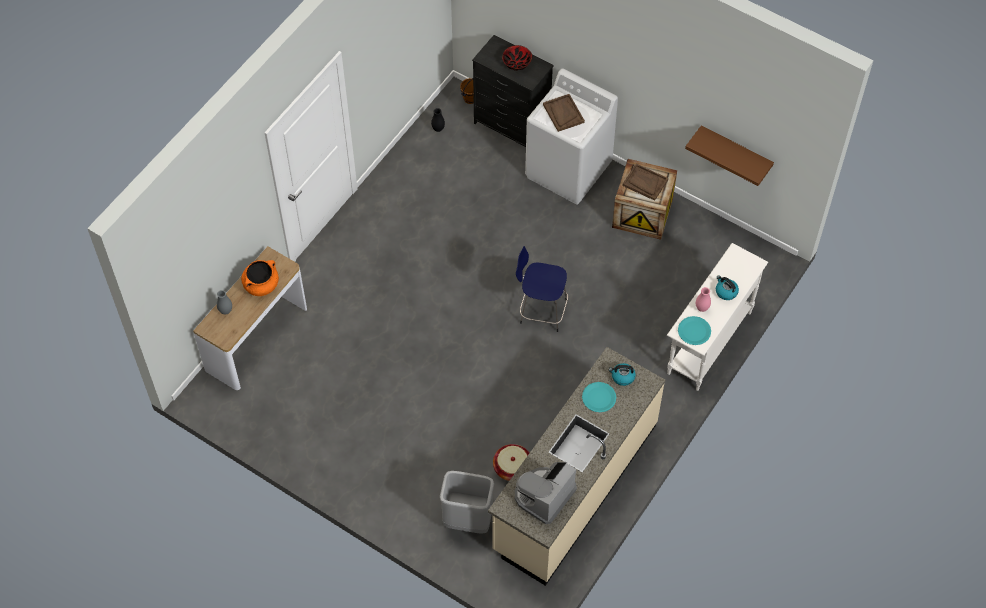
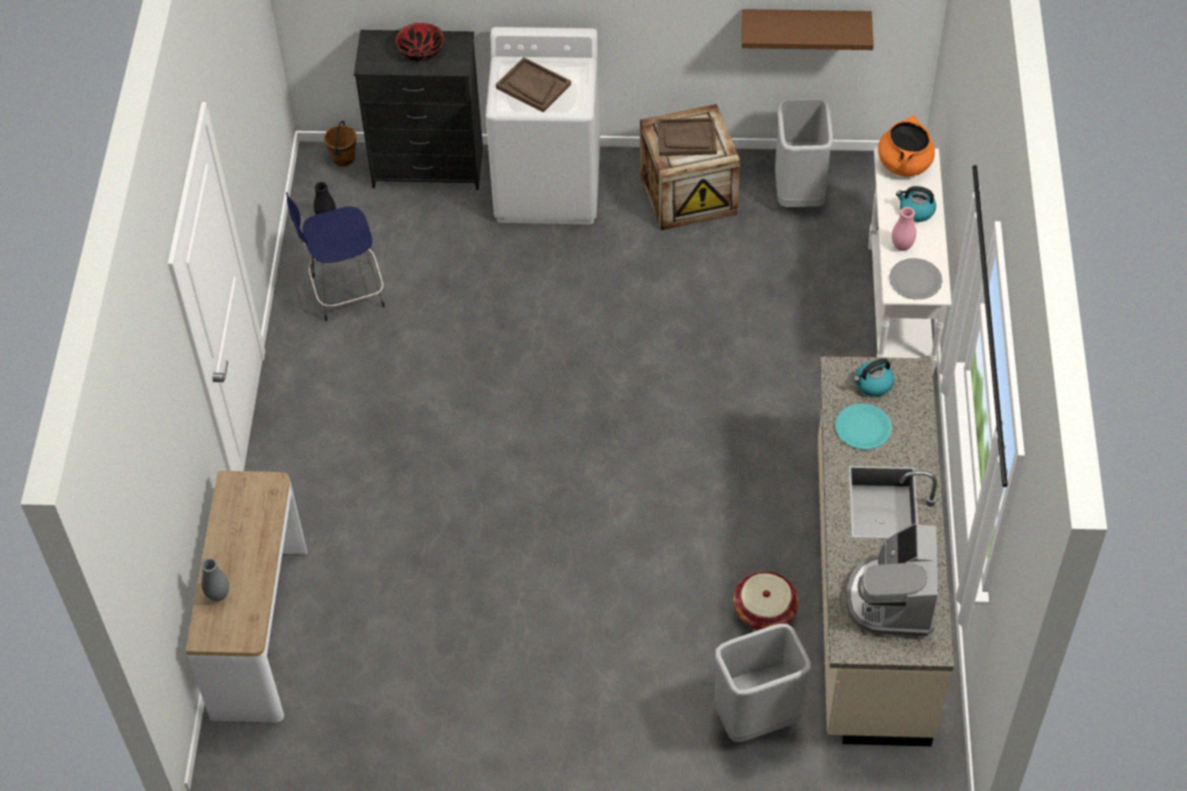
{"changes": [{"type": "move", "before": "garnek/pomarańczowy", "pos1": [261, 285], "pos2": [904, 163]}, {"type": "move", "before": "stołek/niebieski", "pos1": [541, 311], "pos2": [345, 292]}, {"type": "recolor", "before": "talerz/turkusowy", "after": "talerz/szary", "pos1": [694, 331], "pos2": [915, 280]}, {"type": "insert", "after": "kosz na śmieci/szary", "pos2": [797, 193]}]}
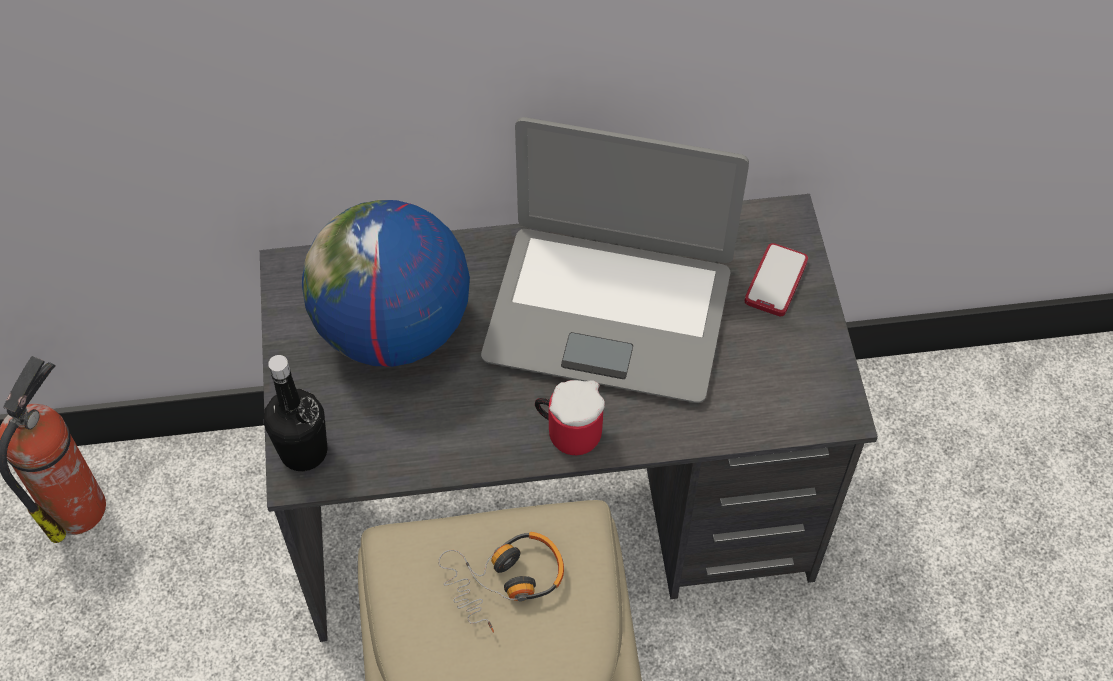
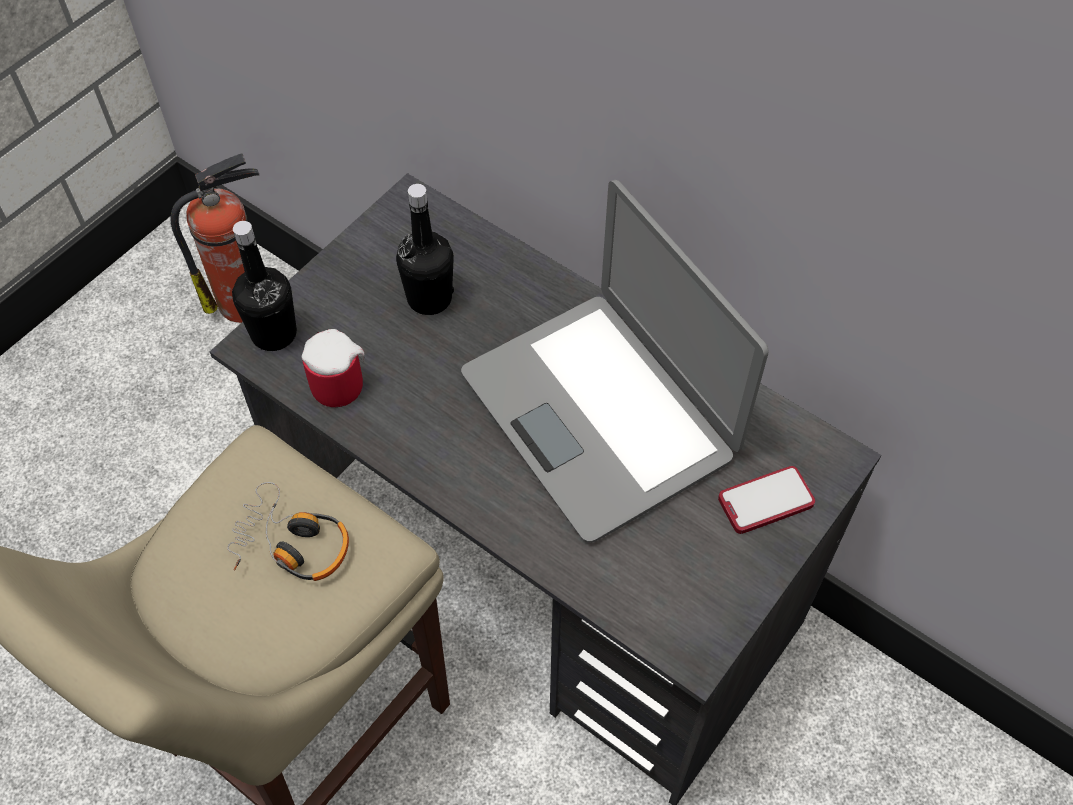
{"changes": [{"type": "replace", "before": "globus", "after": "butelka/czarny", "pos1": [393, 329], "pos2": [429, 298]}, {"type": "move", "before": "kubek", "pos1": [568, 429], "pos2": [337, 380]}]}
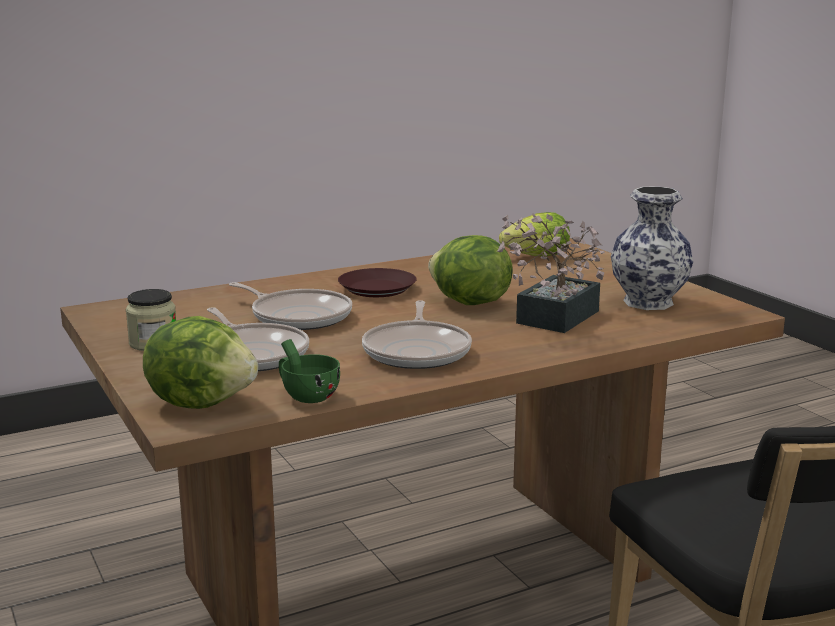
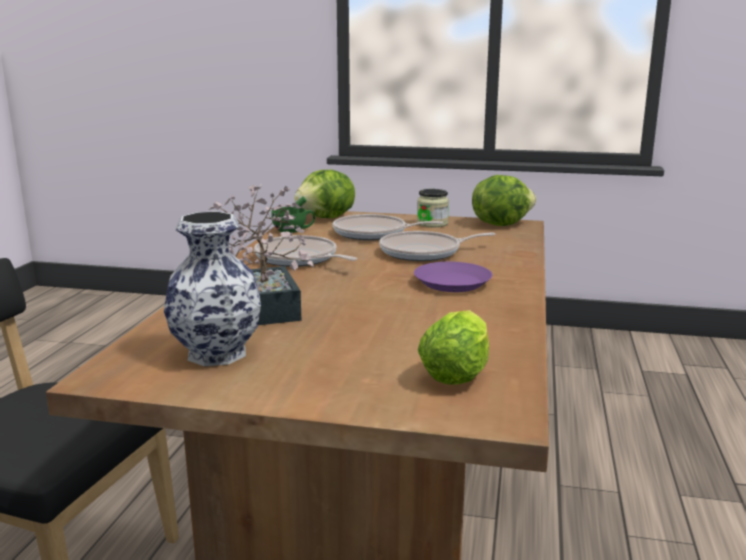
{"changes": [{"type": "recolor", "before": "talerz/brązowy", "after": "talerz/fioletowy", "pos1": [378, 289], "pos2": [451, 283]}, {"type": "move", "before": "sałata", "pos1": [469, 303], "pos2": [500, 224]}]}
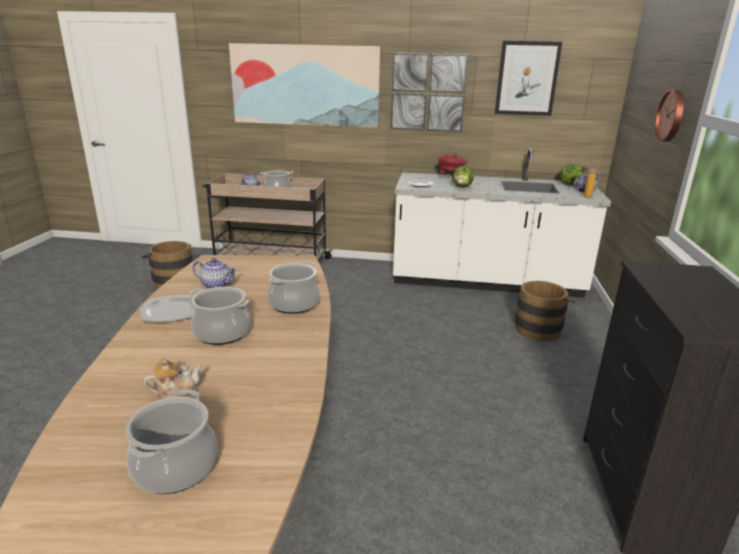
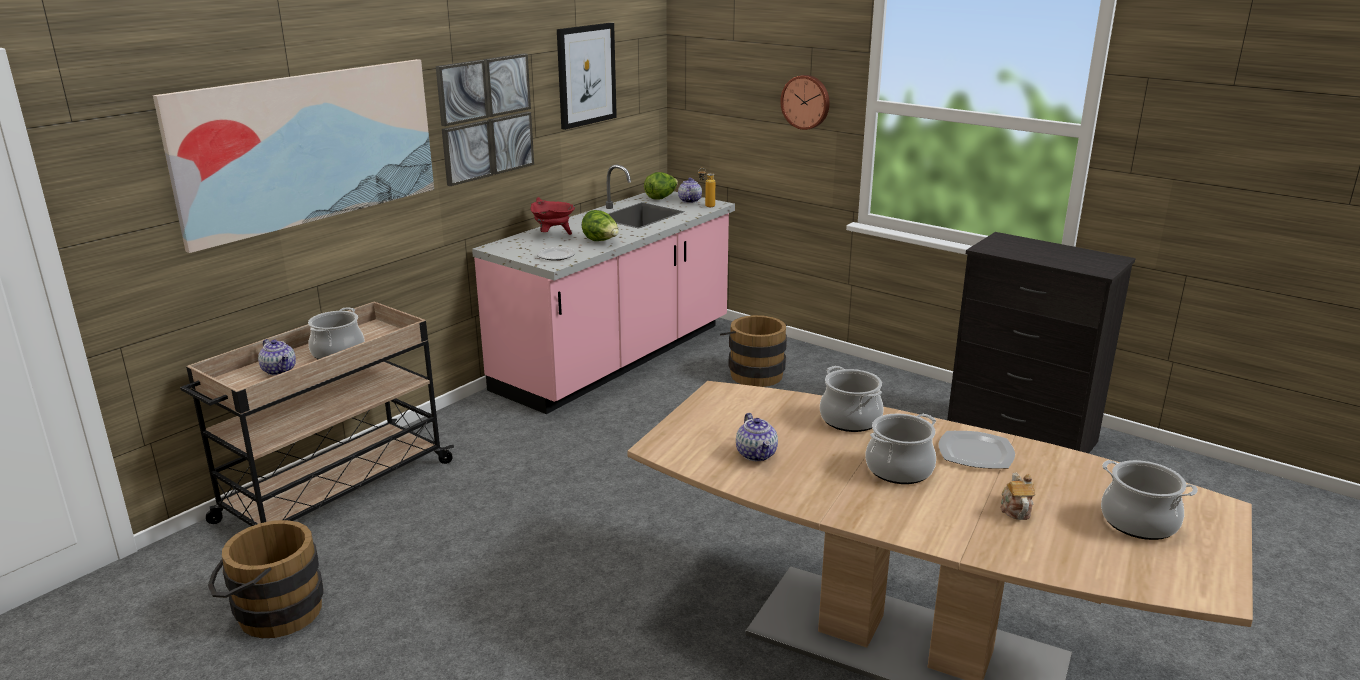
{"changes": [{"type": "move", "before": "talerz", "pos1": [172, 311], "pos2": [975, 452]}, {"type": "rotate", "before": "imbryk", "pos1": [217, 285], "pos2": [757, 454], "turn": 120}, {"type": "recolor", "before": "zabudowa kuchenna/biały", "after": "zabudowa kuchenna/różowy", "pos1": [485, 281], "pos2": [616, 358]}]}
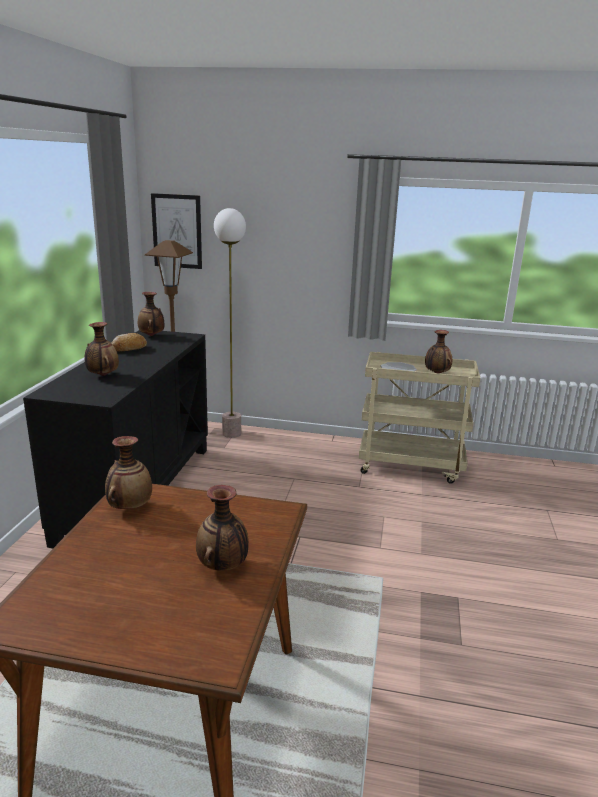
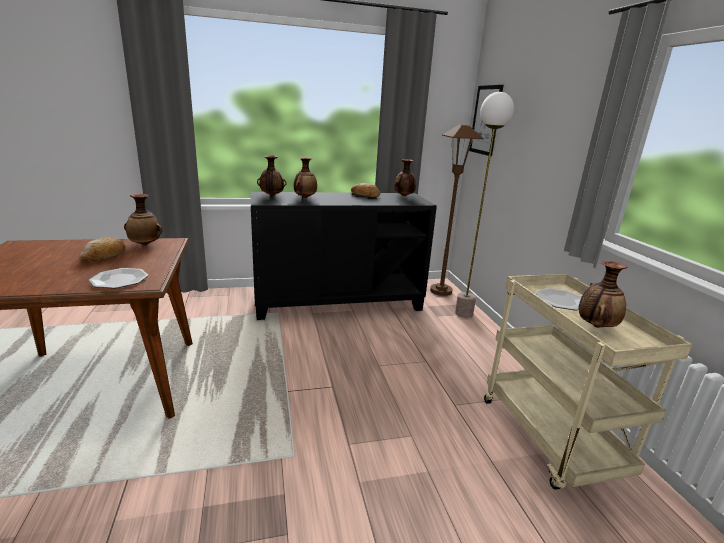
{"changes": [{"type": "move", "before": "wazon", "pos1": [223, 566], "pos2": [271, 195]}, {"type": "insert", "after": "chleb", "pos2": [104, 257]}, {"type": "insert", "after": "talerz", "pos2": [119, 280]}]}
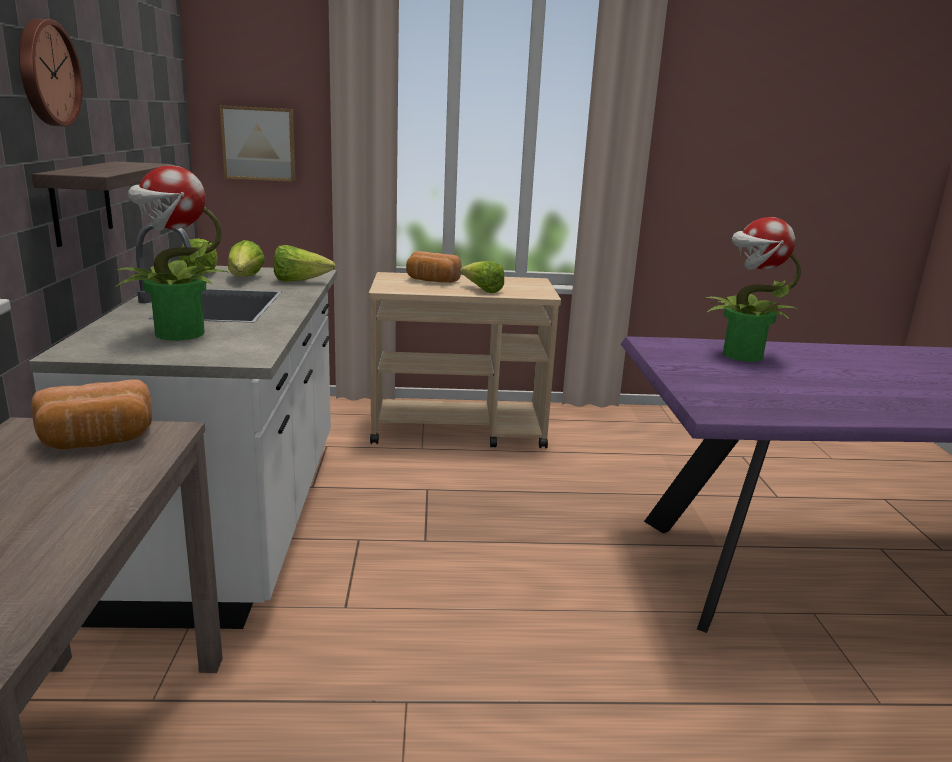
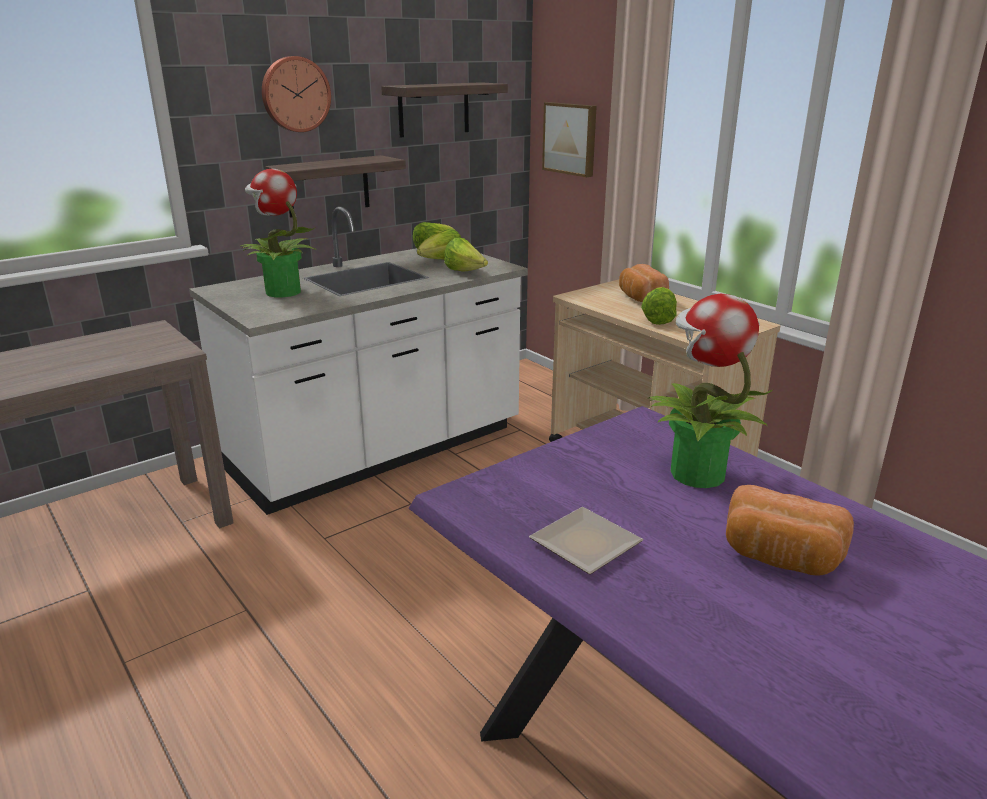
{"changes": [{"type": "move", "before": "chleb", "pos1": [97, 441], "pos2": [780, 558]}, {"type": "insert", "after": "półka", "pos2": [434, 109]}, {"type": "insert", "after": "talerz", "pos2": [589, 544]}]}
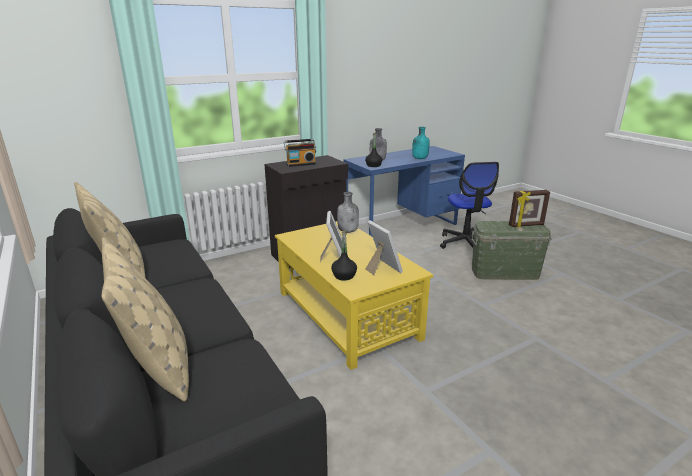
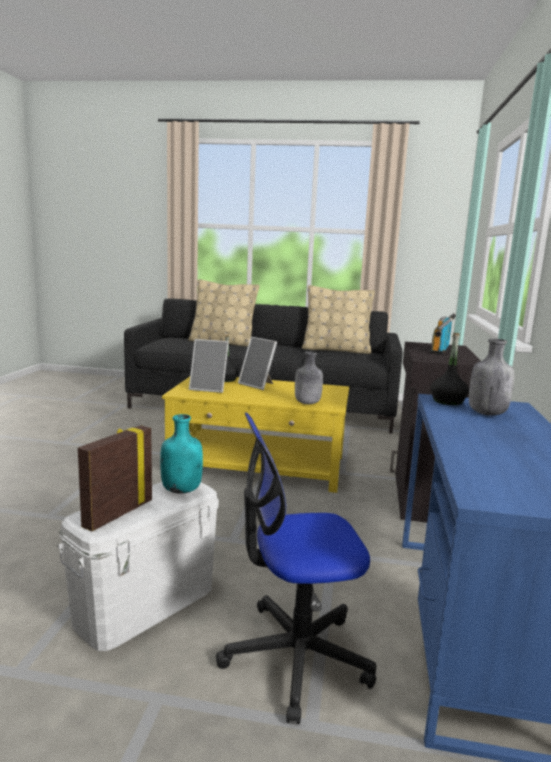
{"changes": [{"type": "move", "before": "butelka/turkusowy", "pos1": [419, 158], "pos2": [182, 490]}, {"type": "rotate", "before": "krzesło biurowe", "pos1": [465, 243], "pos2": [295, 656], "turn": -45}, {"type": "recolor", "before": "pojemnik do przechowywania/zielony", "after": "pojemnik do przechowywania/biały", "pos1": [504, 272], "pos2": [145, 605]}]}
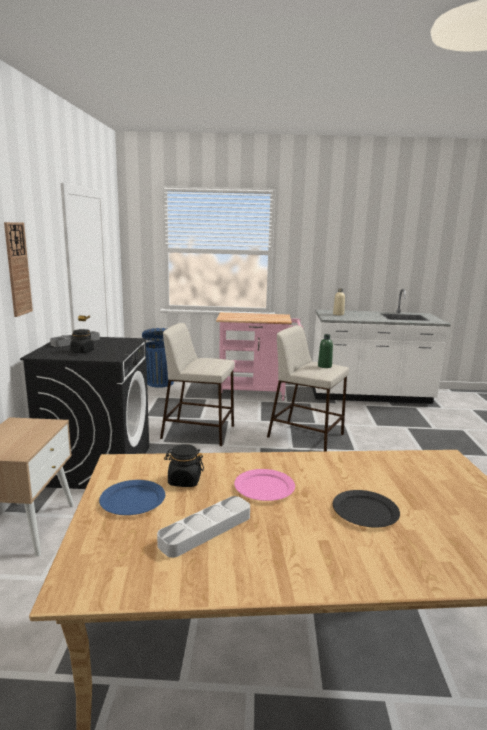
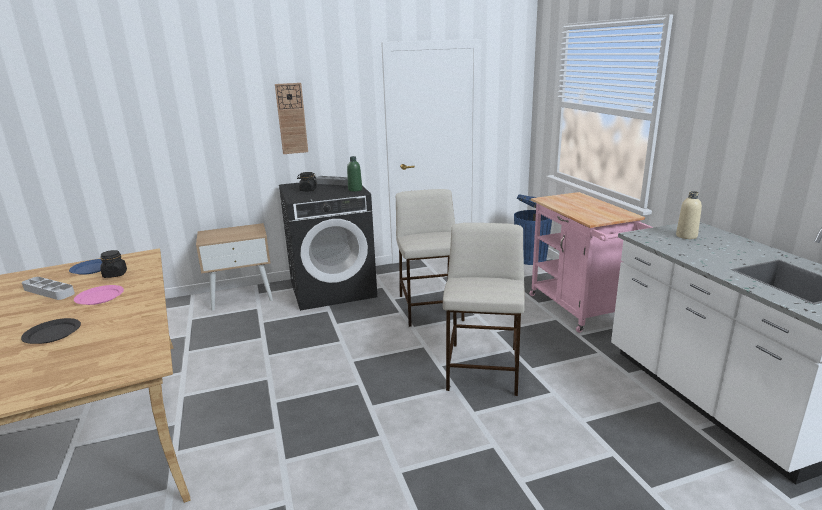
{"changes": [{"type": "move", "before": "butelka/zielony", "pos1": [324, 366], "pos2": [355, 189]}]}
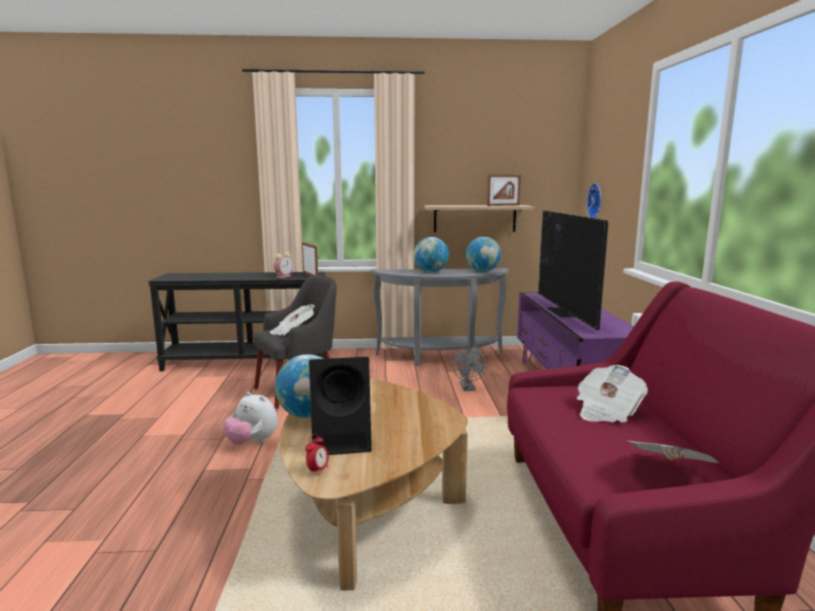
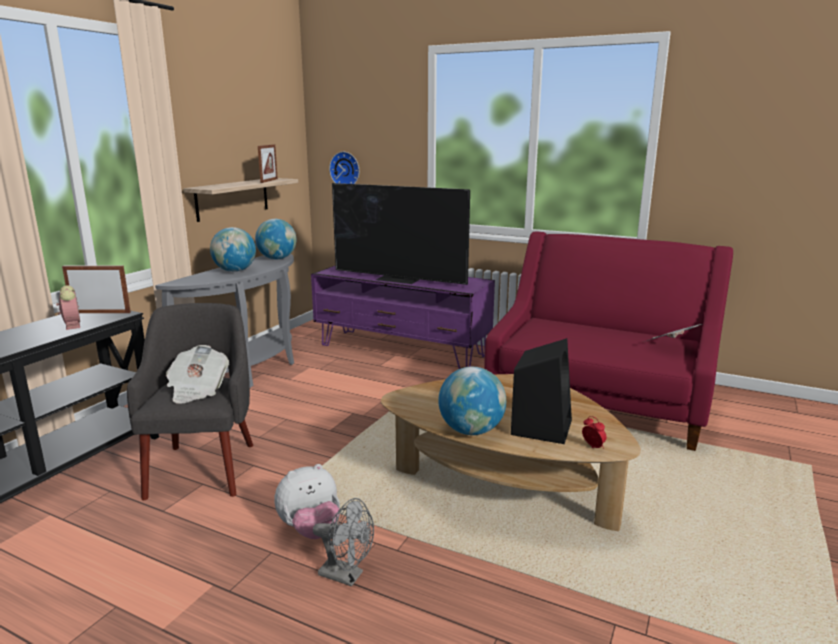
{"changes": [{"type": "move", "before": "wentylator/szary", "pos1": [468, 388], "pos2": [347, 576]}, {"type": "delete", "before": "gazeta", "pos1": [606, 411]}]}
